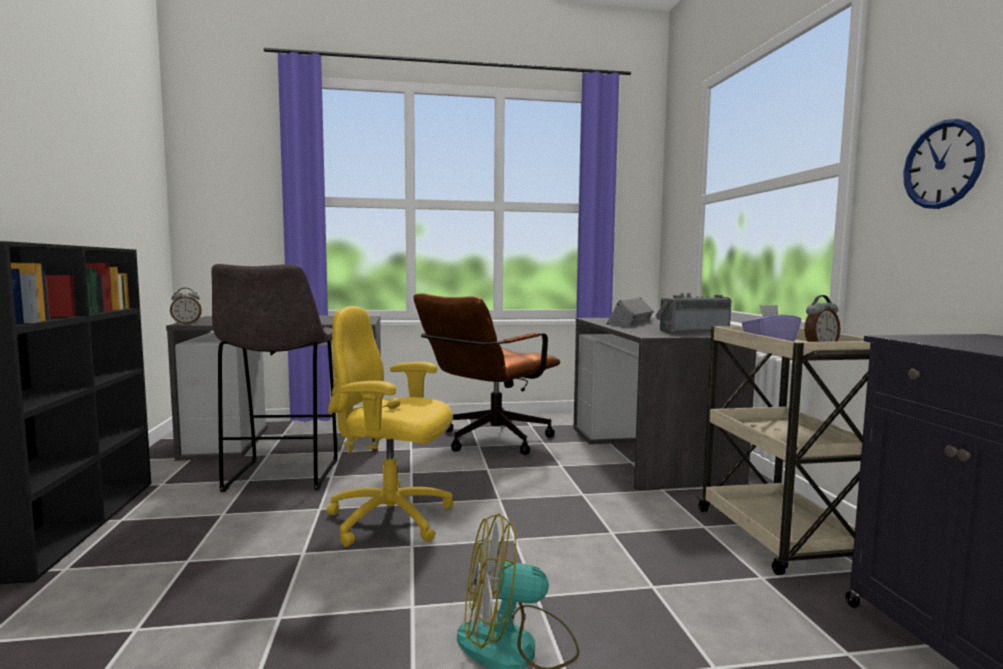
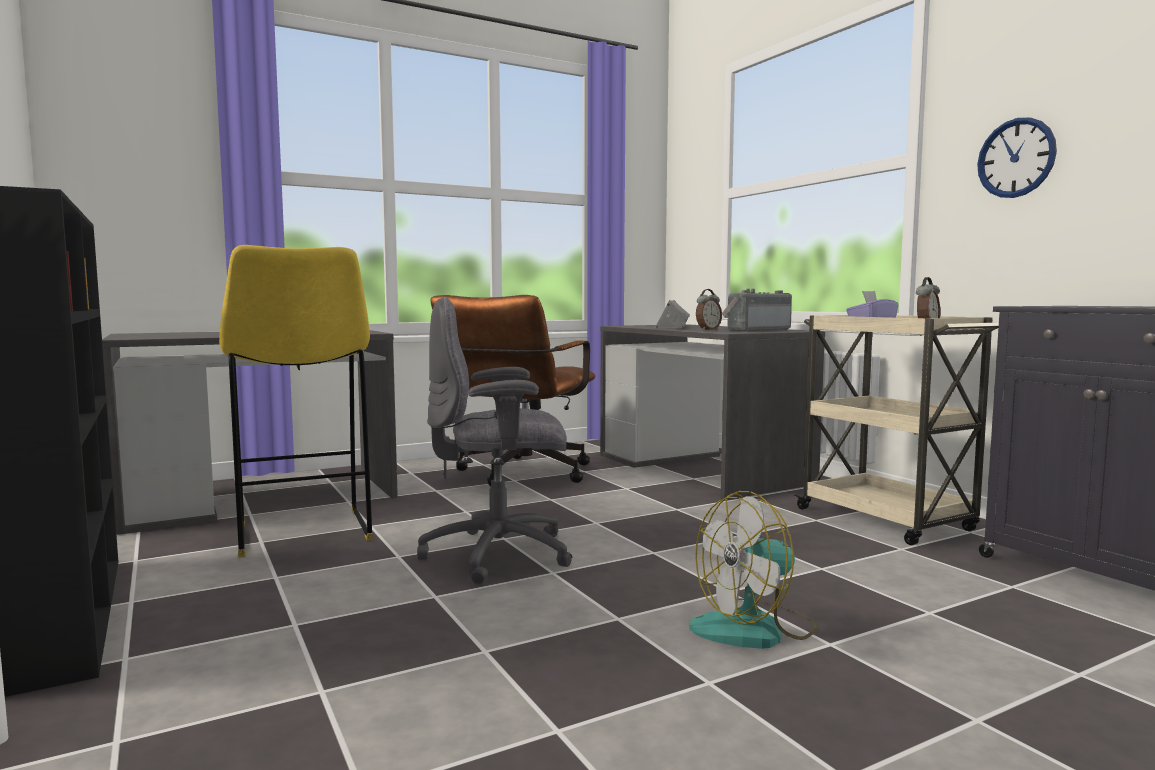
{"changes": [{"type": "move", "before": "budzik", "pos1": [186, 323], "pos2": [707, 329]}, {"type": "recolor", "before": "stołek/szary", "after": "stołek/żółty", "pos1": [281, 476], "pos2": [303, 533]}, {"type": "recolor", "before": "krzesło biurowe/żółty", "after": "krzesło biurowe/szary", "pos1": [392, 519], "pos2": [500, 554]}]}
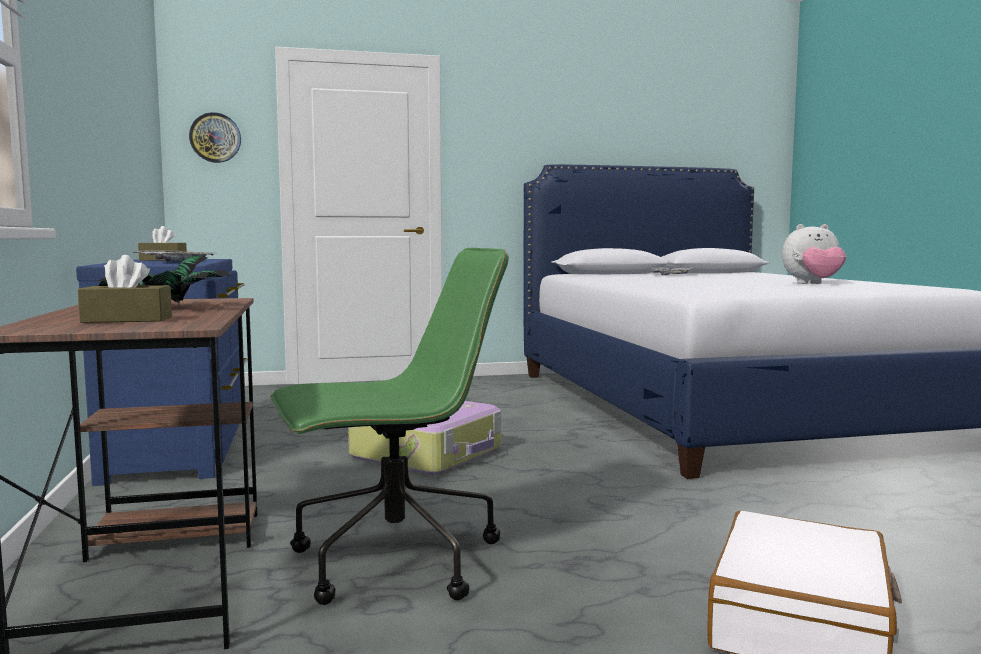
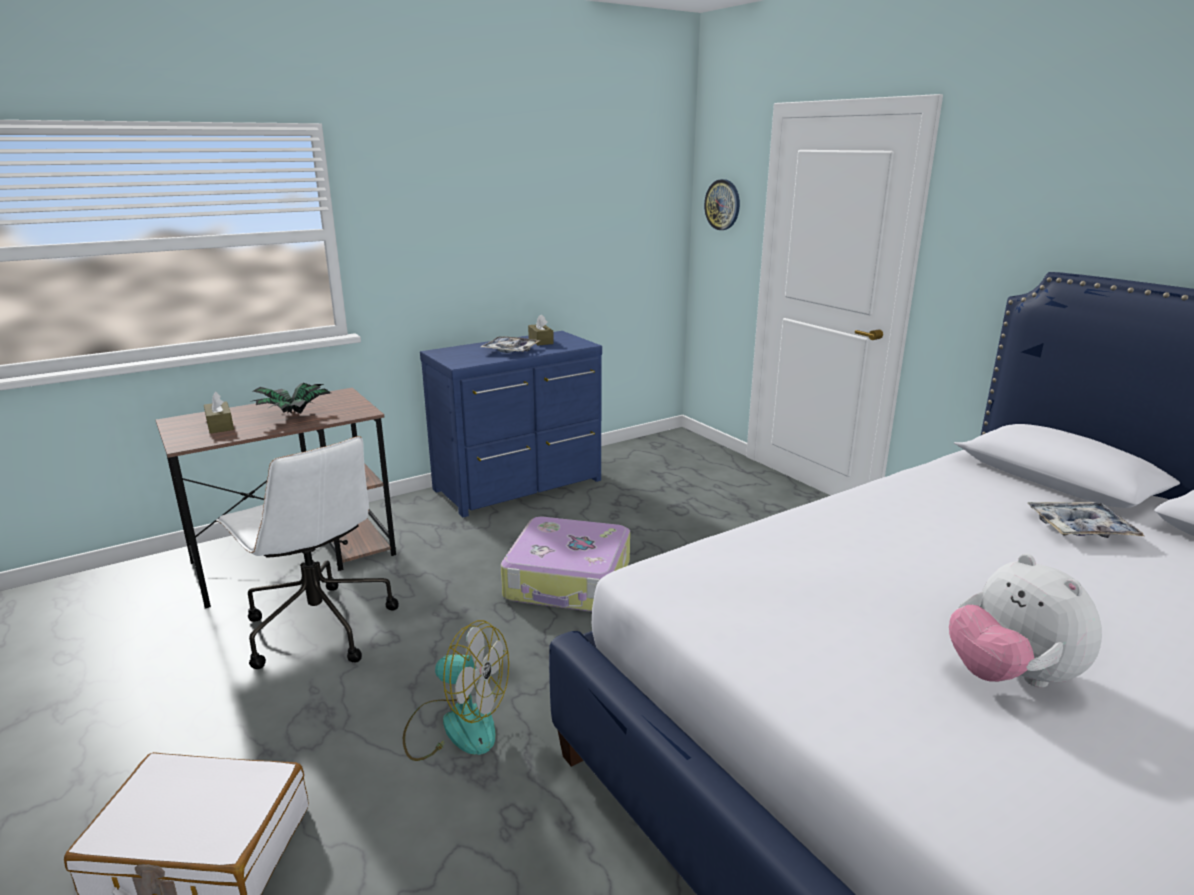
{"changes": [{"type": "recolor", "before": "krzesło biurowe/zielony", "after": "krzesło biurowe/biały", "pos1": [392, 561], "pos2": [318, 627]}, {"type": "insert", "after": "wentylator", "pos2": [456, 725]}]}
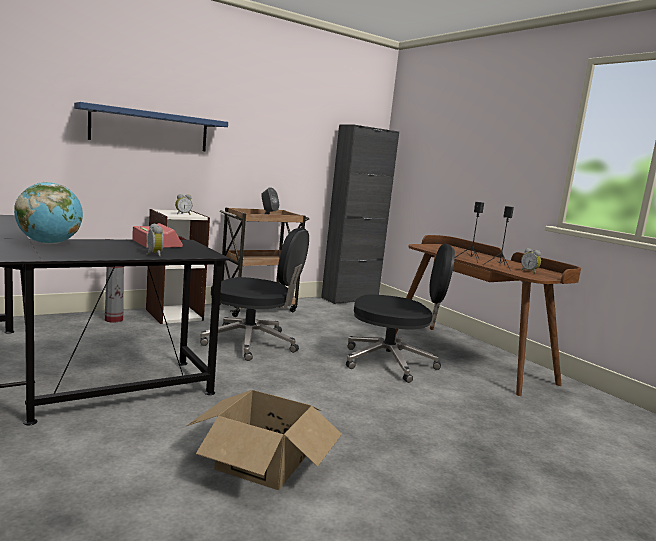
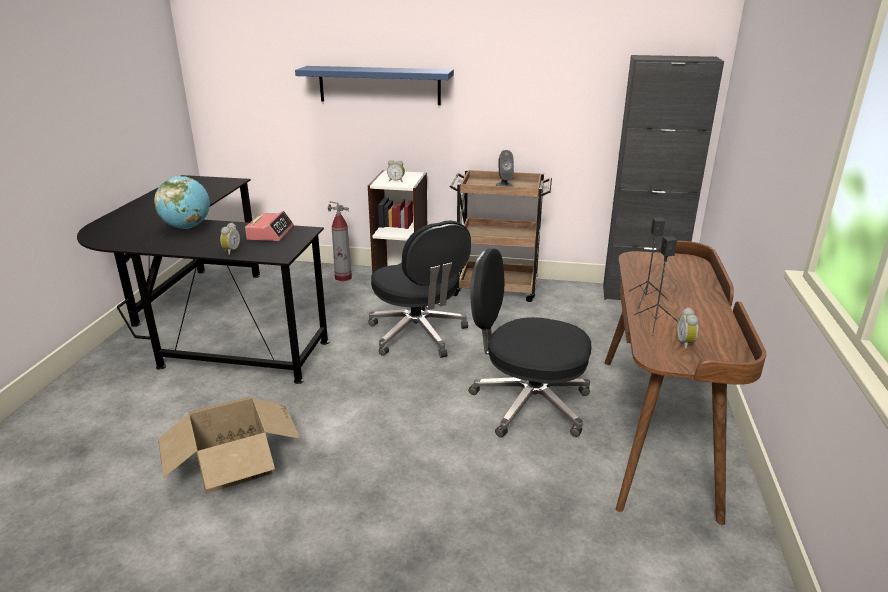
{"changes": [{"type": "rotate", "before": "krzesło biurowe/czarny", "pos1": [391, 362], "pos2": [527, 404], "turn": 150}]}
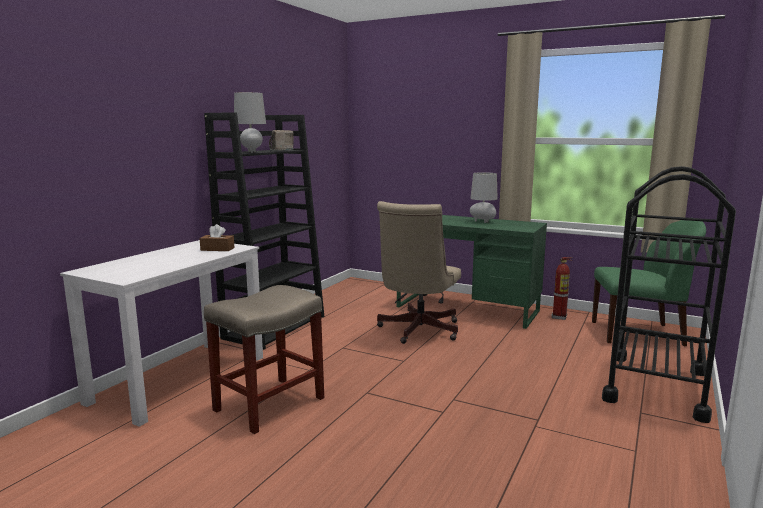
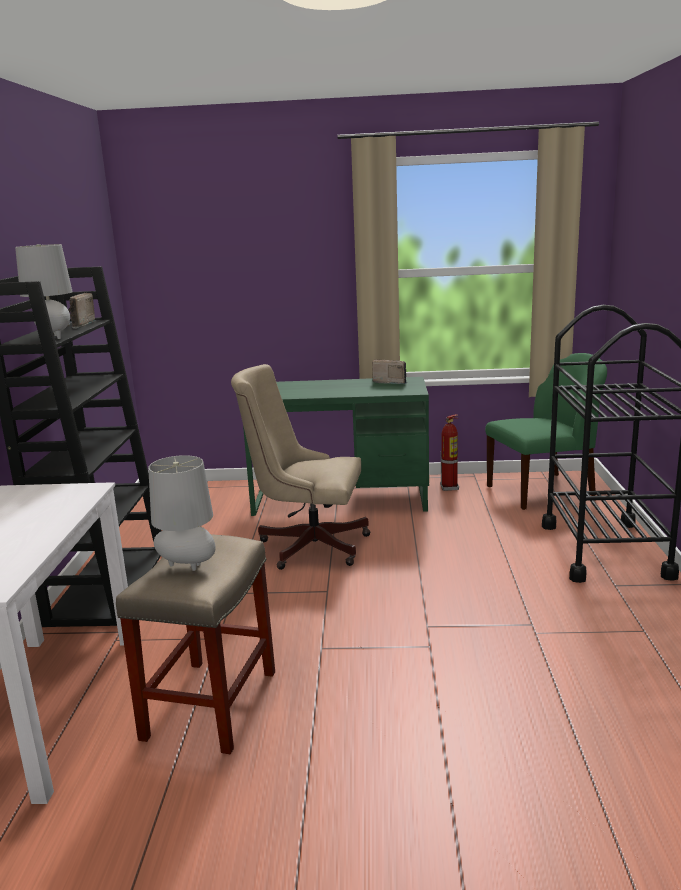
{"changes": [{"type": "delete", "before": "pudełko chusteczek/brązowy", "pos1": [217, 249]}, {"type": "rotate", "before": "krzesło biurowe/beżowy", "pos1": [417, 331], "pos2": [307, 545], "turn": 105}, {"type": "move", "before": "lampa stołowa/szary", "pos1": [482, 222], "pos2": [188, 566]}, {"type": "insert", "after": "radio", "pos2": [390, 382]}]}
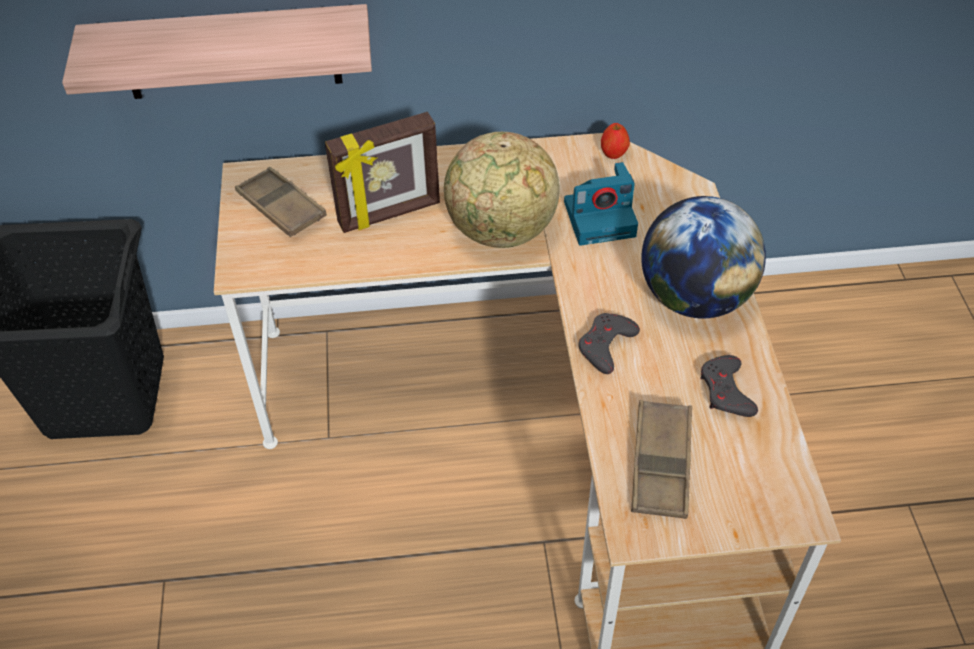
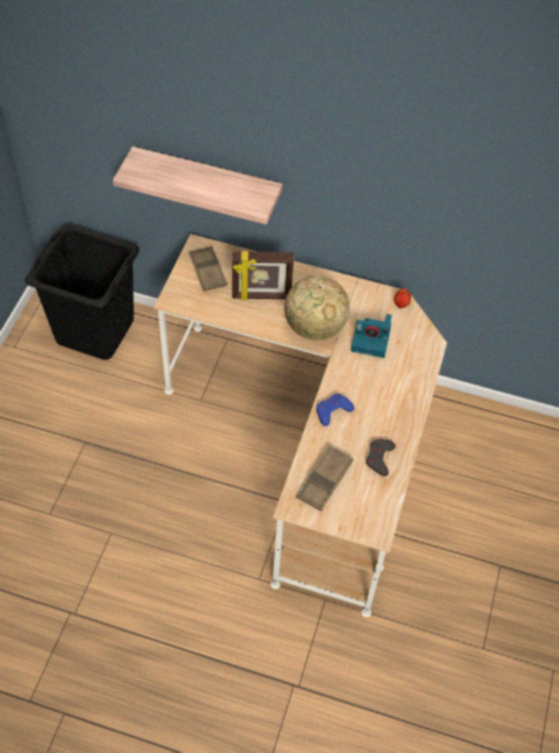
{"changes": [{"type": "recolor", "before": "pad do gier/szary", "after": "pad do gier/niebieski", "pos1": [606, 346], "pos2": [332, 411]}, {"type": "delete", "before": "globus", "pos1": [694, 298]}]}
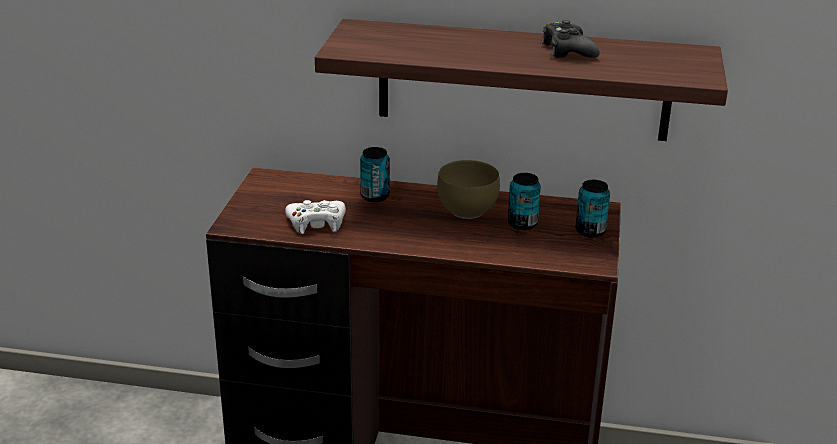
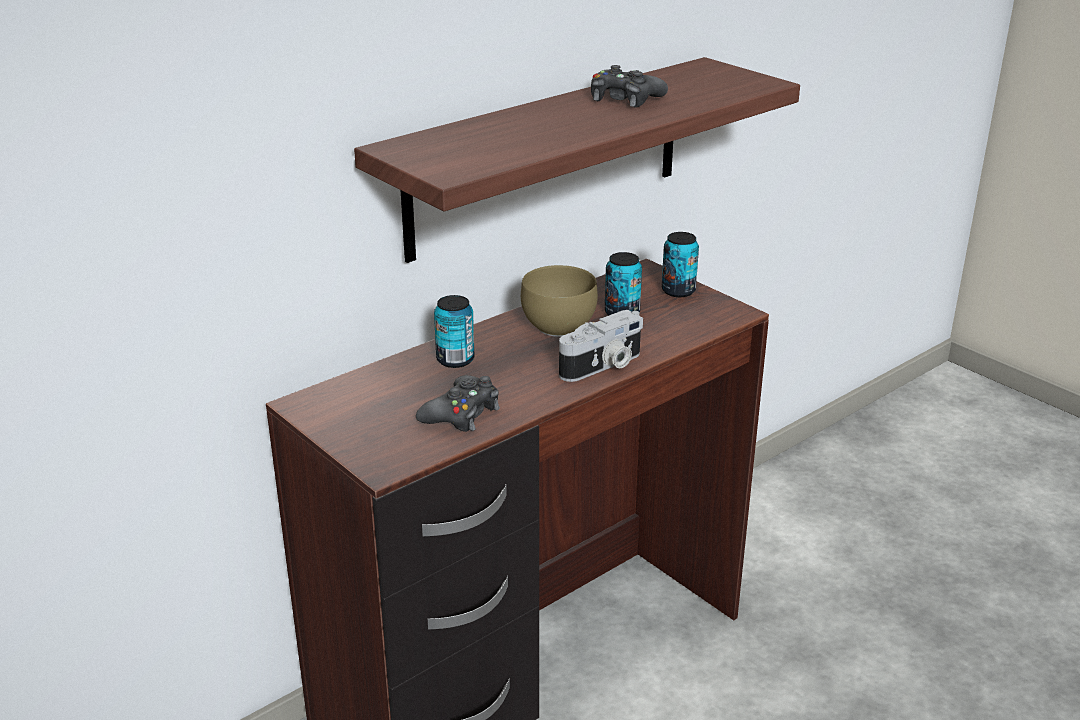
{"changes": [{"type": "recolor", "before": "pad do gier/biały", "after": "pad do gier/czarny", "pos1": [316, 223], "pos2": [461, 414]}, {"type": "insert", "after": "aparat fotograficzny", "pos2": [603, 366]}]}
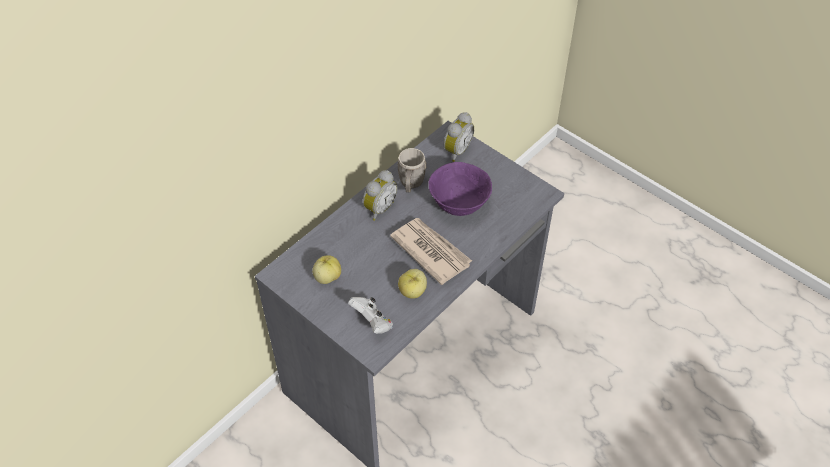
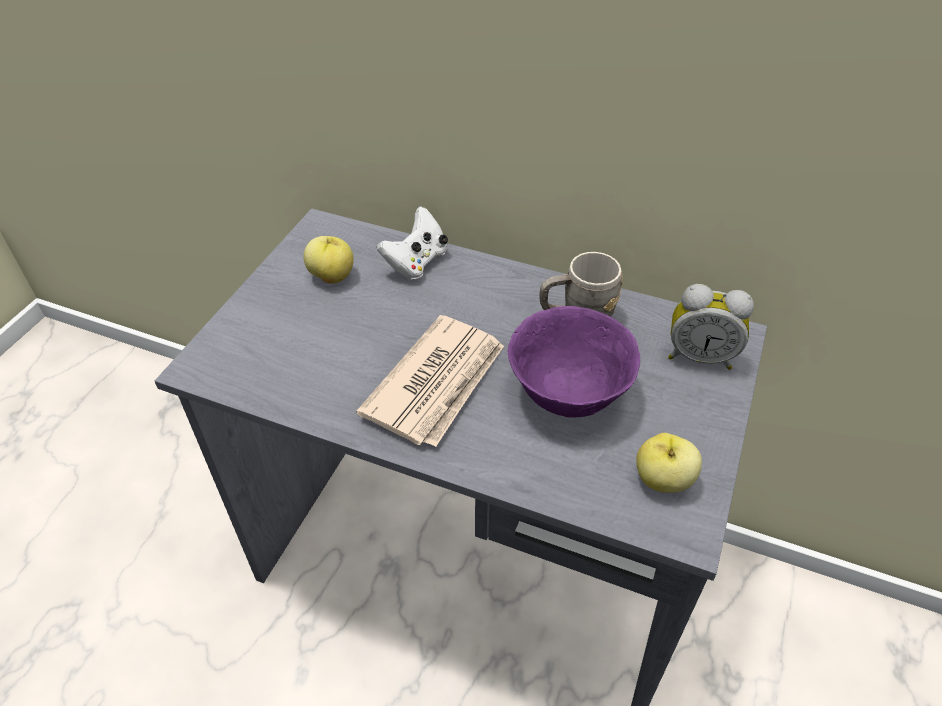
{"changes": [{"type": "move", "before": "pad do gier/biały", "pos1": [372, 322], "pos2": [416, 262]}, {"type": "delete", "before": "budzik", "pos1": [379, 208]}, {"type": "move", "before": "jabłko", "pos1": [413, 292], "pos2": [662, 480]}]}
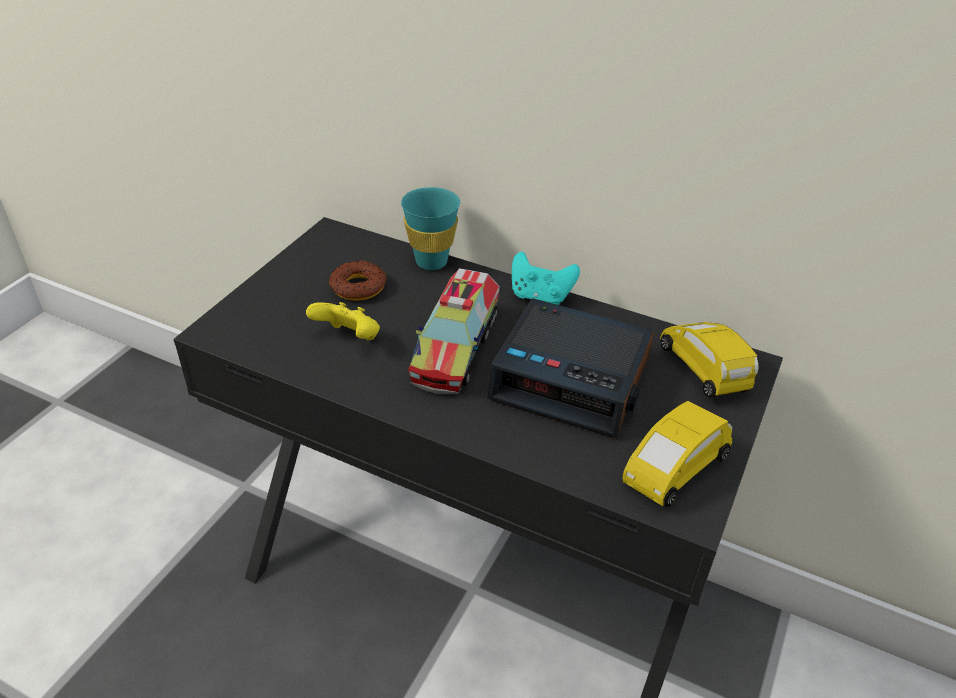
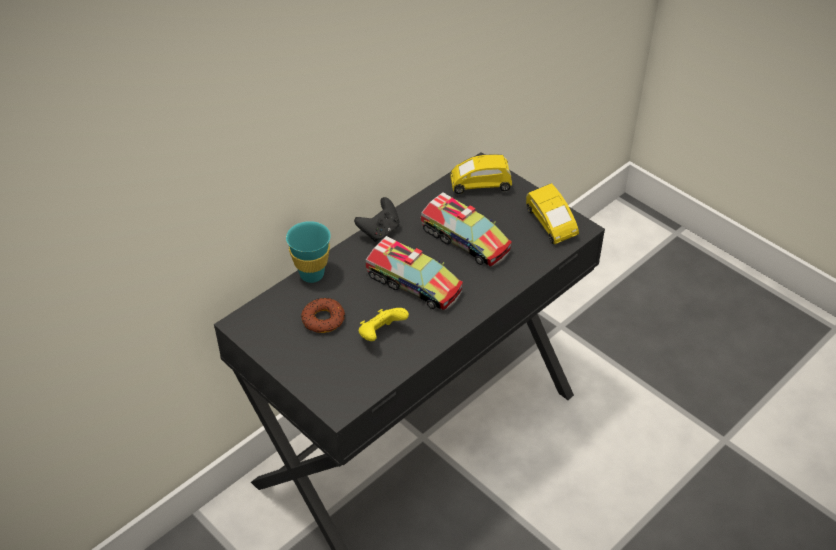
{"changes": [{"type": "replace", "before": "budzik", "after": "ciężarówka zabawkowa", "pos1": [572, 379], "pos2": [465, 240]}, {"type": "recolor", "before": "pad do gier/turkusowy", "after": "pad do gier/czarny", "pos1": [540, 297], "pos2": [379, 231]}]}
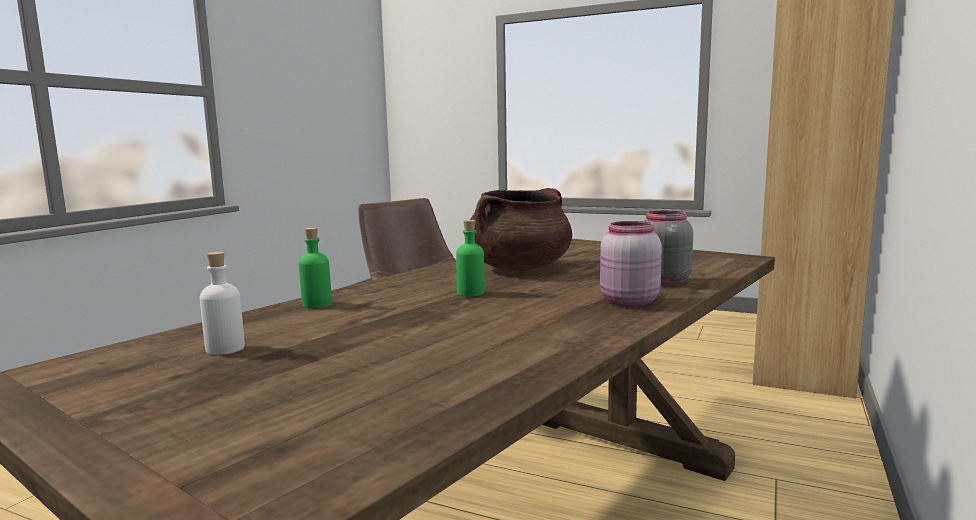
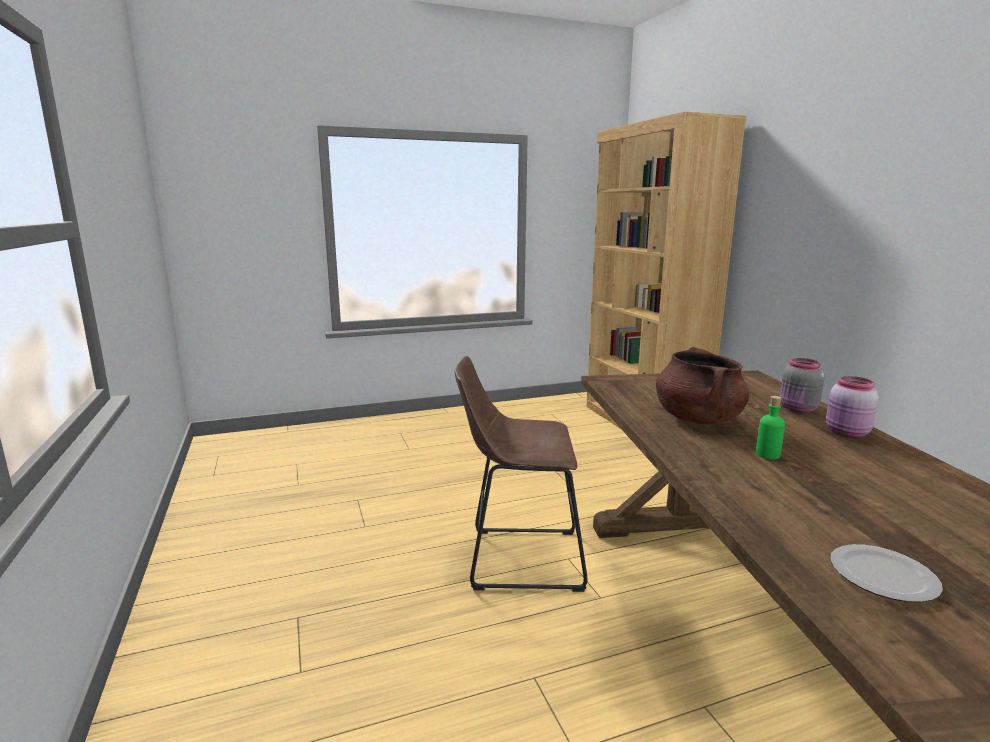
{"changes": [{"type": "replace", "before": "butelka/biały", "after": "talerz", "pos1": [225, 349], "pos2": [881, 576]}, {"type": "delete", "before": "butelka/zielony", "pos1": [317, 304]}]}
